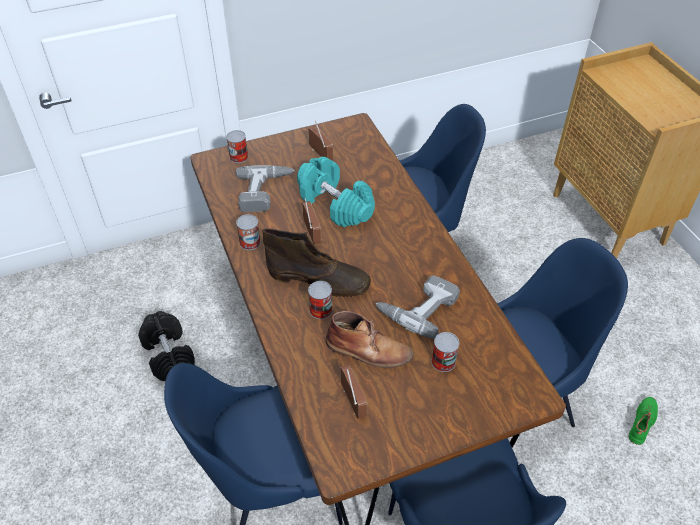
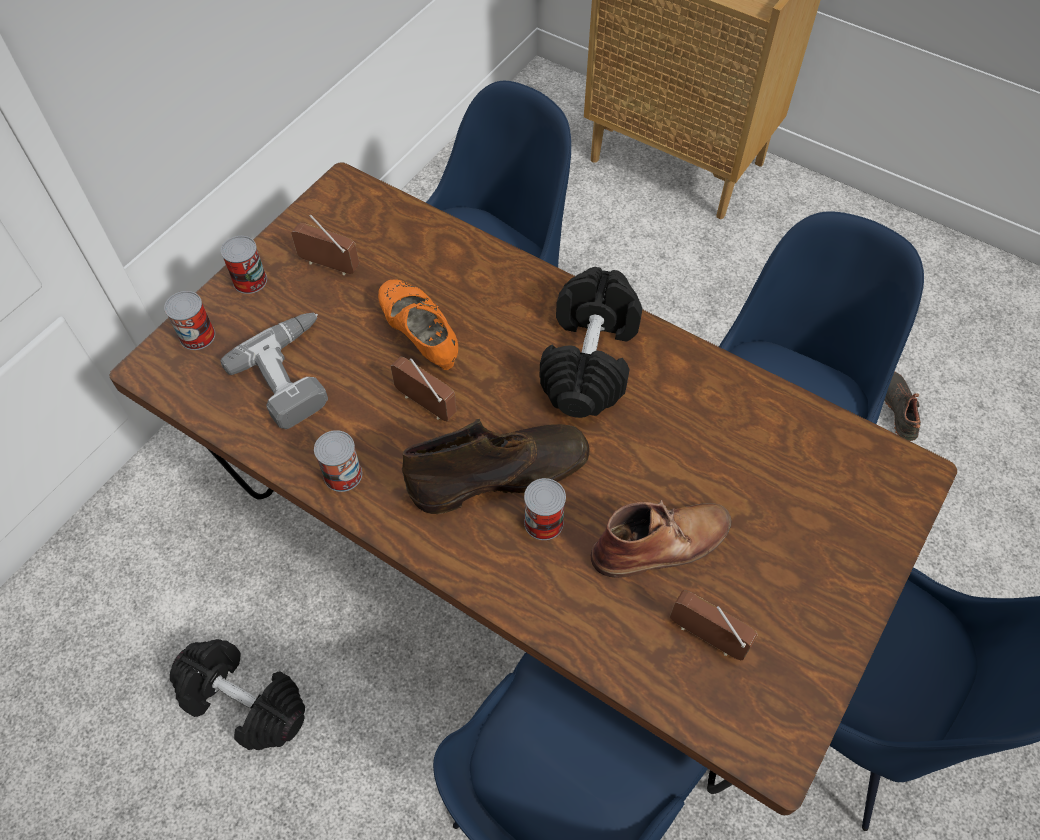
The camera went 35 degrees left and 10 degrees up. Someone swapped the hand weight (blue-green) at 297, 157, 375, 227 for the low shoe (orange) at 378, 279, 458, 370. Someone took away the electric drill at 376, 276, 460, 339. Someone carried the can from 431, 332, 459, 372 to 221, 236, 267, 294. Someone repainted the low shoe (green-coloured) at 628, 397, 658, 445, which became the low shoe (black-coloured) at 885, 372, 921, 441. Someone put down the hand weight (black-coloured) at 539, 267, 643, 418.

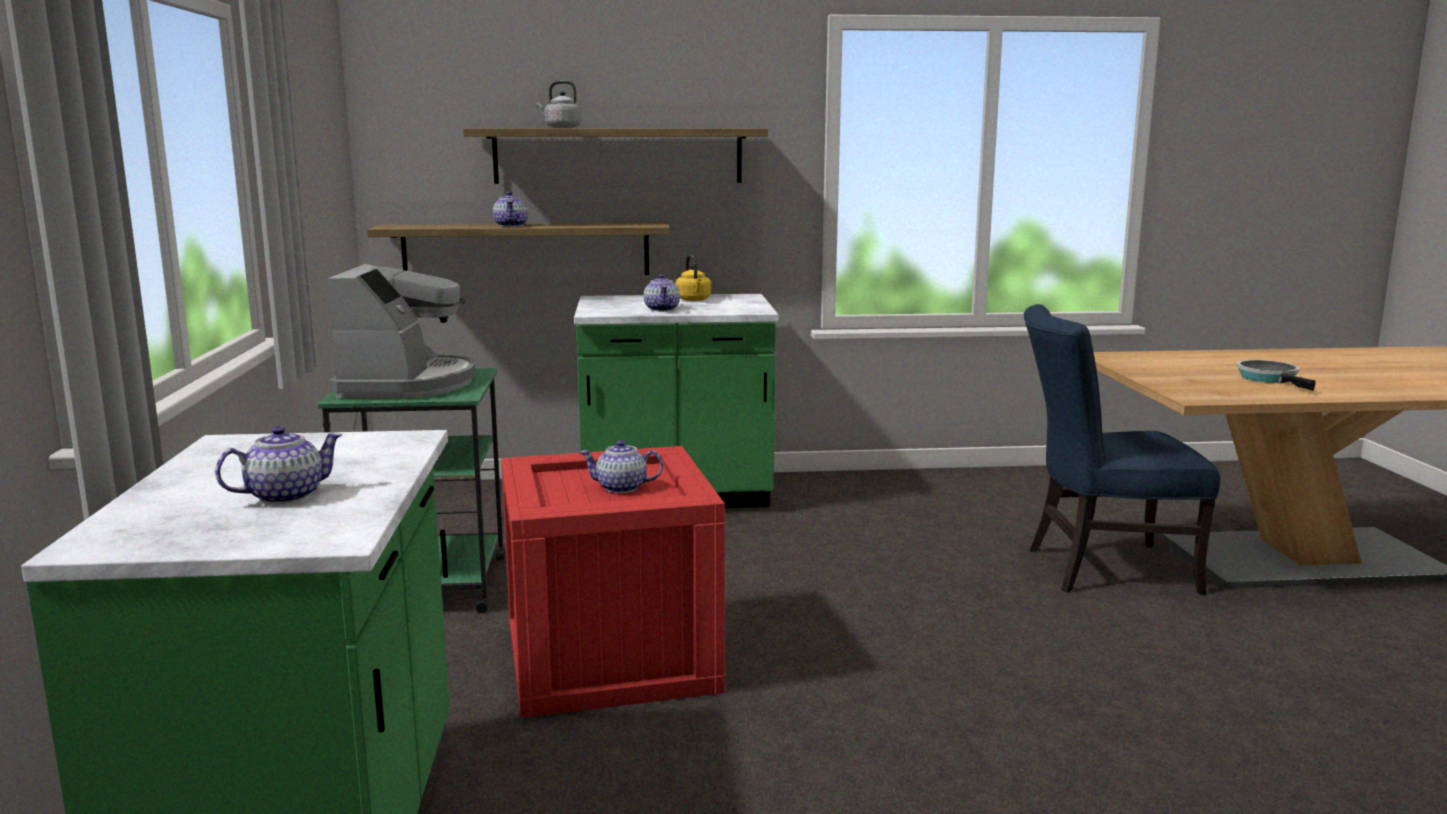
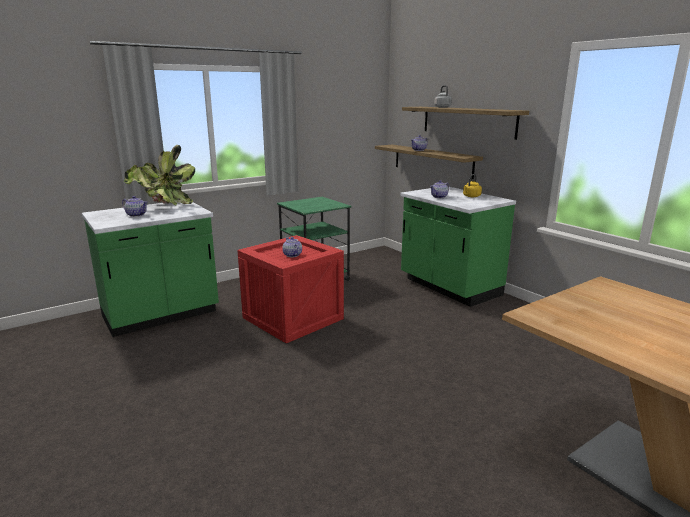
The camera went 60 degrees right and 5 degrees up. Someone took away the coffee machine at 327, 264, 476, 399. Someone took away the plain chair (blue) at 1024, 304, 1220, 595. Someone took away the frying pan at 1237, 360, 1316, 391. Someone put down the houseplant at 124, 145, 195, 206.

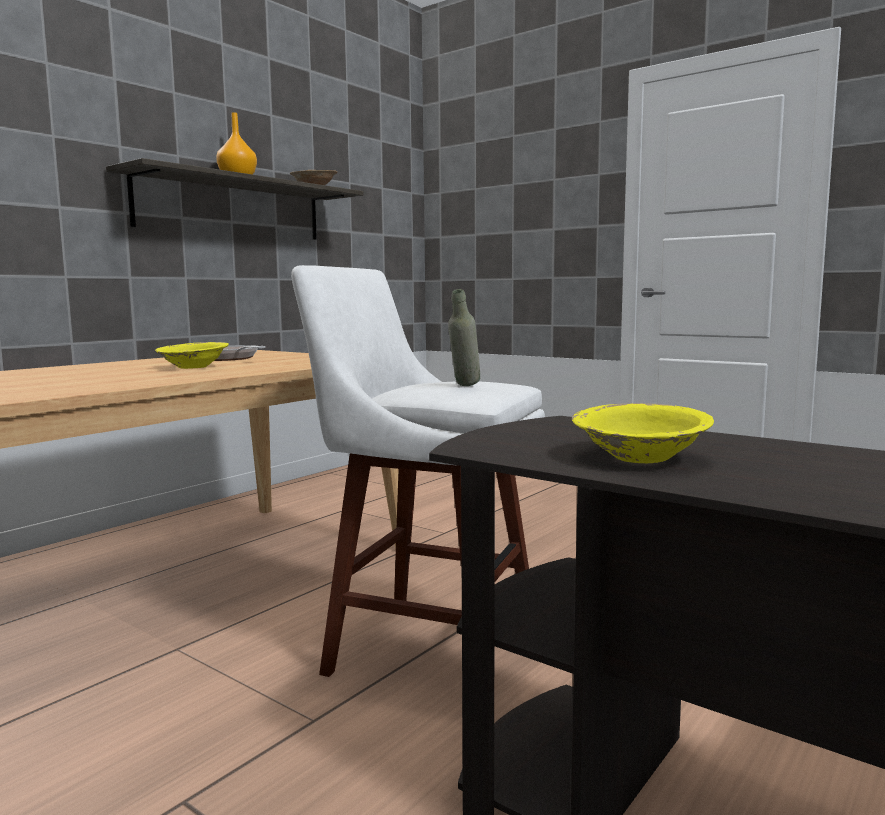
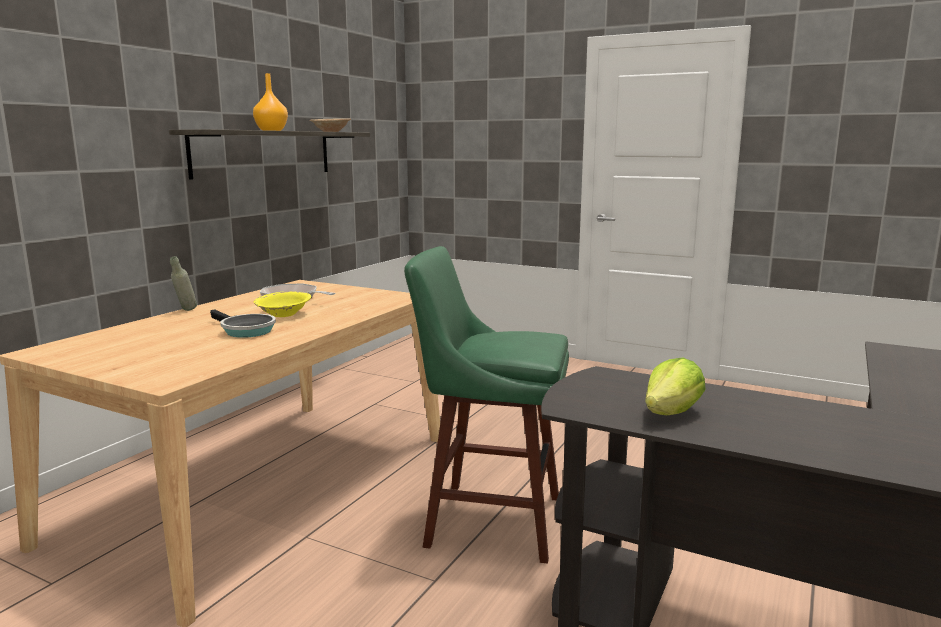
The camera went 10 degrees left and 5 degrees up. Someone repainted the sitting stool (white) at 291, 265, 545, 677, which became the sitting stool (green-coloured) at 404, 246, 569, 564. Someone carried the bottle (greyish) from 448, 289, 480, 386 to 170, 256, 197, 311. Someone swapped the deep dish (yellowish) at 572, 403, 714, 463 for the lettuce at 646, 358, 706, 415. Someone put down the frying pan at 210, 309, 276, 338.

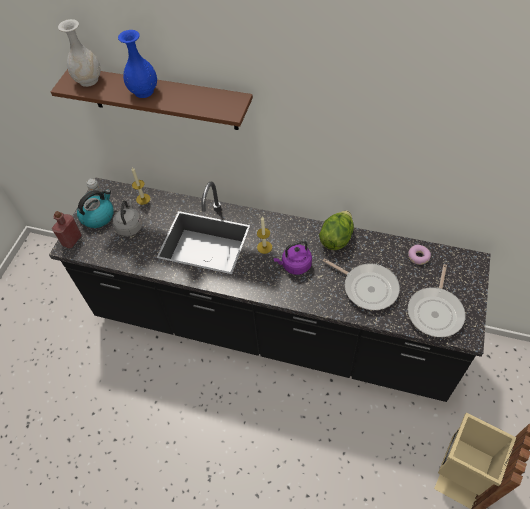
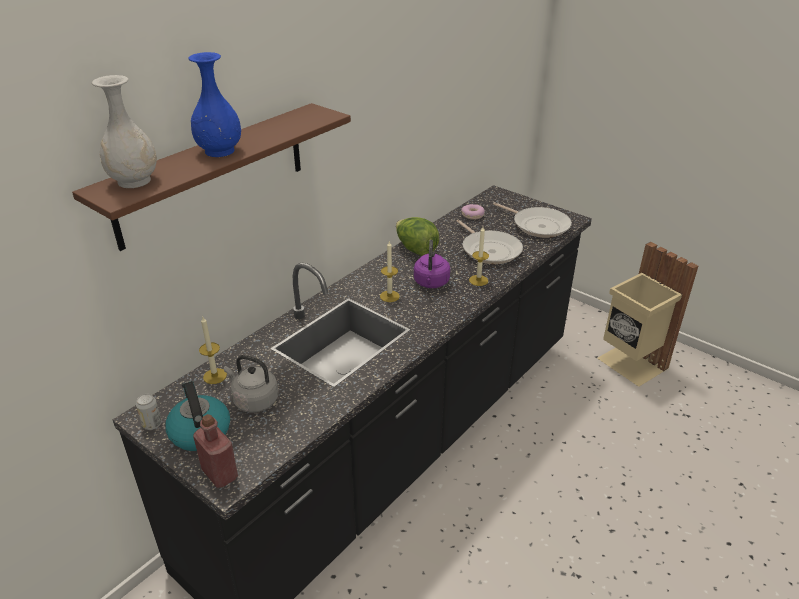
The camera went 70 degrees left and 20 degrees down. Someone rotated the frying pan at 323, 259, 400, 310 by 90 degrees clockwise. Someone put down the candle at 469, 227, 489, 286.

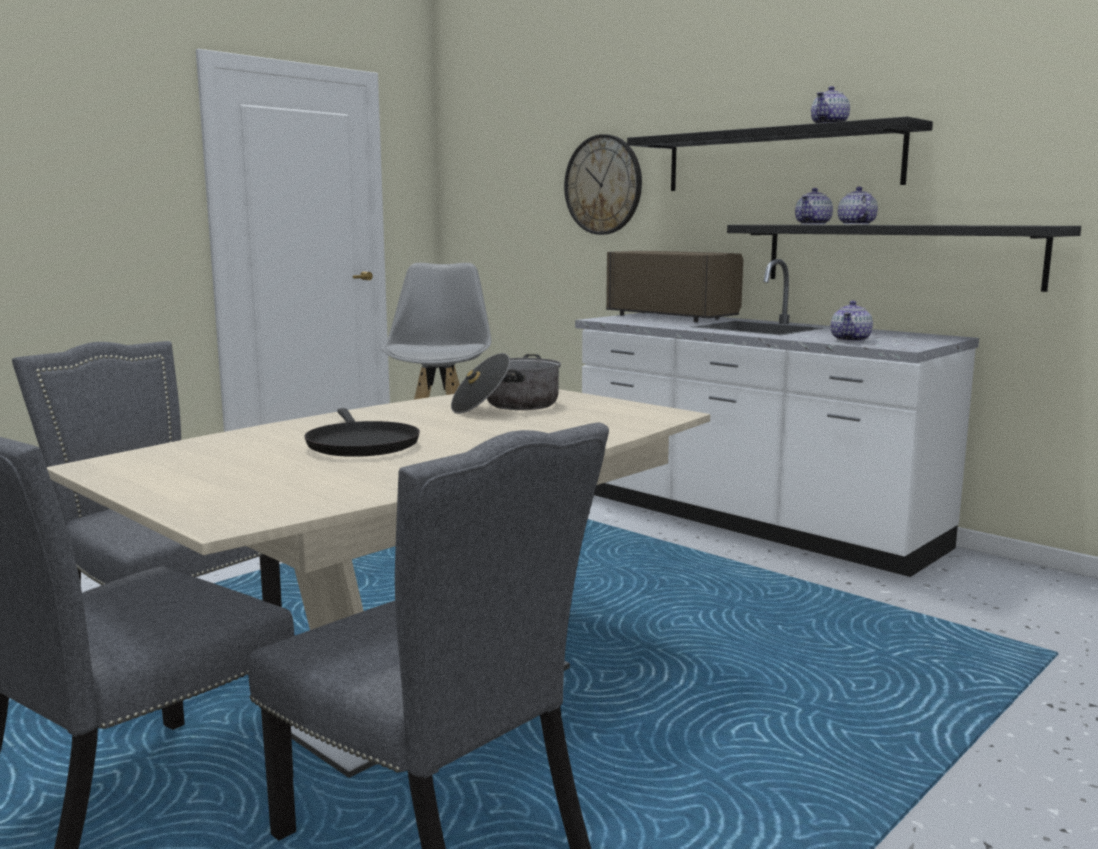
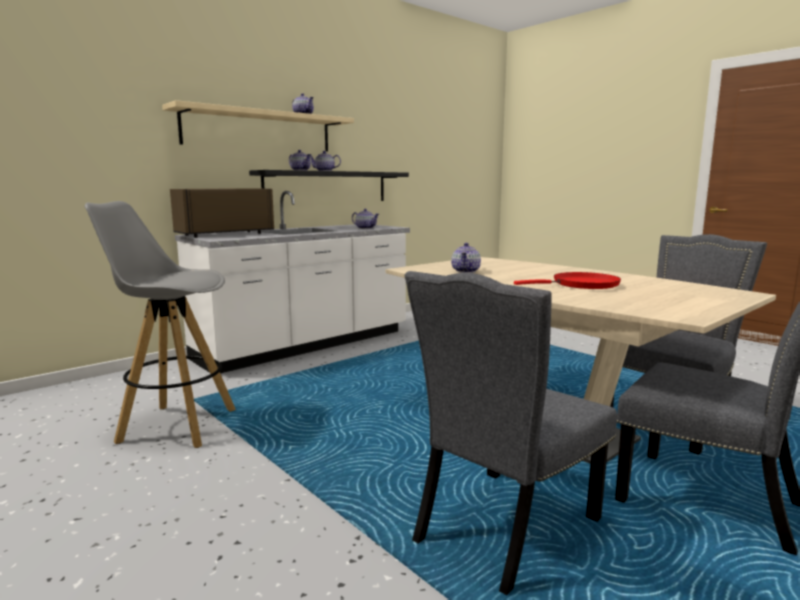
The camera went 85 degrees left and 0 degrees up. Someone repainted the frying pan (black-coloured) at 304, 408, 420, 457, which became the frying pan (red-coloured) at 514, 272, 621, 289. Someone swapped the saucepot at 451, 353, 561, 414 for the tea pot at 451, 243, 481, 273. Someone took away the hanging clock at 564, 134, 642, 235. Someone repainted the wall shelf (black-coloured) at 627, 117, 933, 191, which became the wall shelf (sand-coloured) at 162, 100, 354, 151.

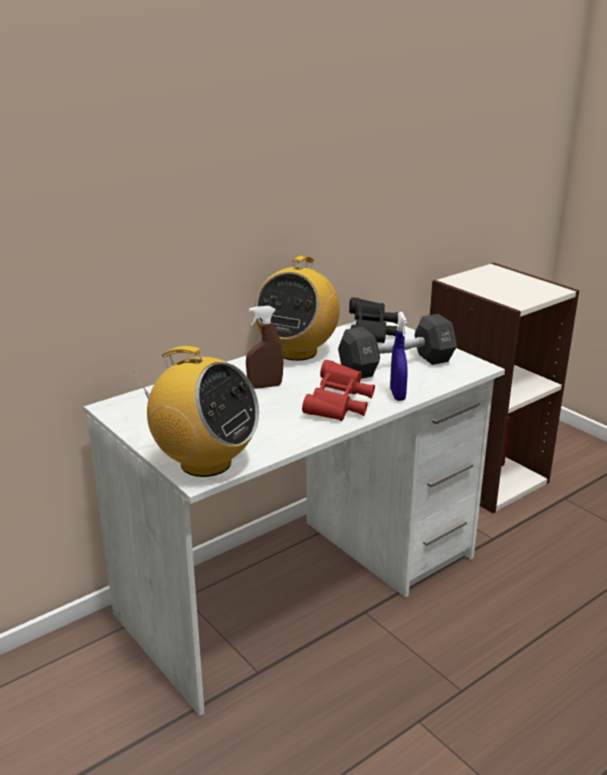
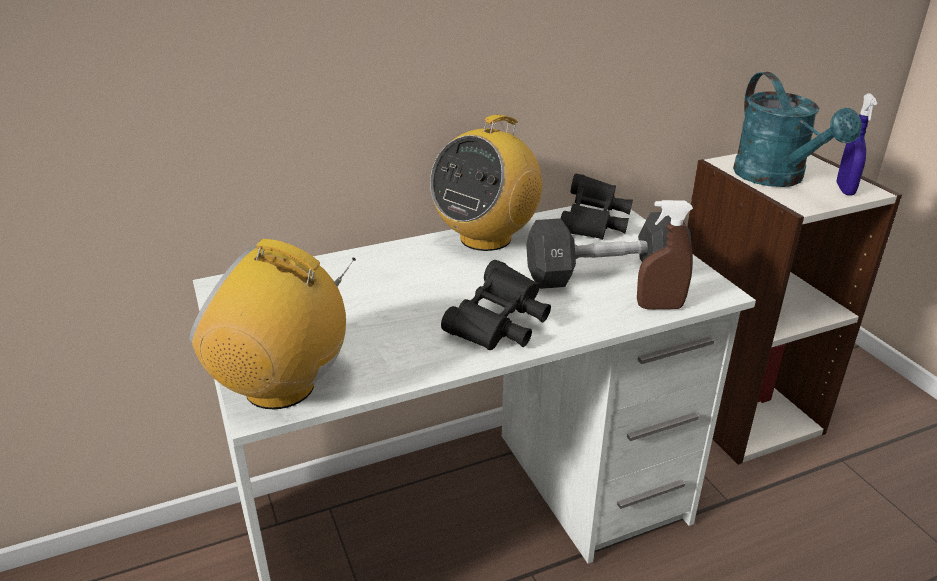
The camera went 15 degrees right and 5 degrees up. Someone rotated the radio receiver at 134, 346, 259, 477 by 150 degrees clockwise. Someone carried the spray bottle (brownish) from 246, 306, 284, 388 to 637, 200, 693, 309. Someone repainted the binoculars (red-coloured) at 302, 360, 375, 421, which became the binoculars (black-coloured) at 441, 260, 551, 350. Someone carried the spray bottle (blue) from 390, 312, 408, 401 to 836, 93, 877, 195. Someone put down the sprinkling can (blue-green) at 733, 72, 862, 187.

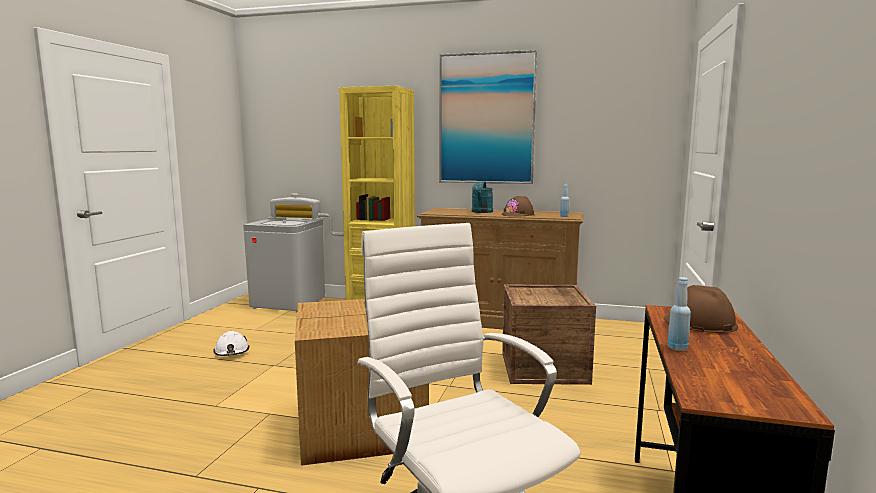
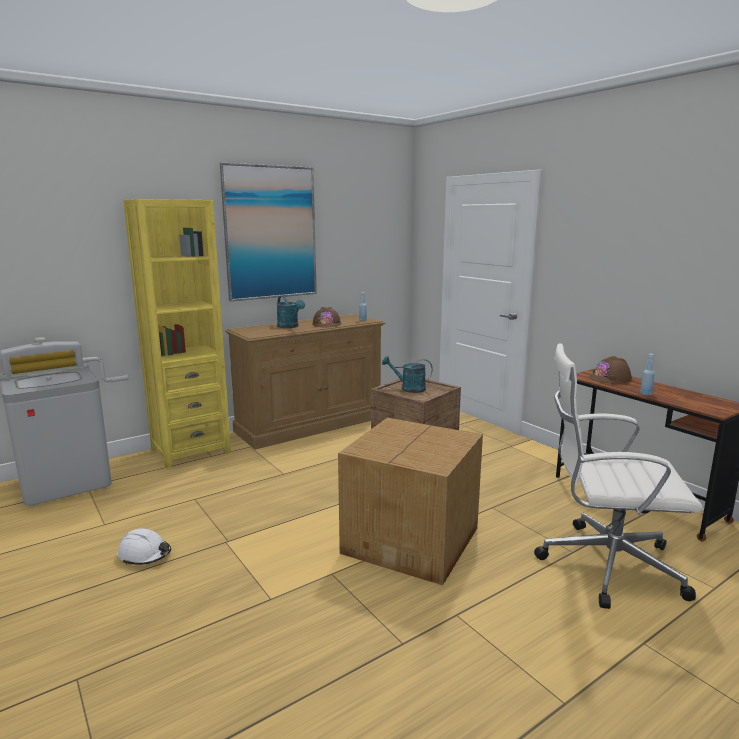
The camera went 50 degrees left and 5 degrees up. Someone put down the sprinkling can (blue-green) at 382, 356, 433, 393.

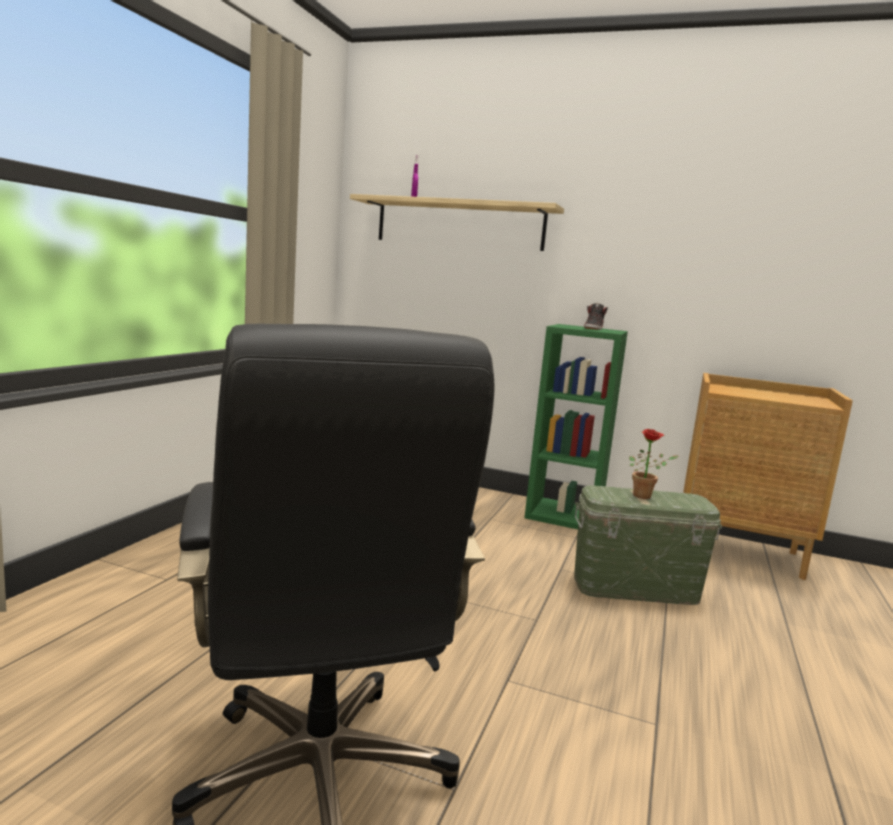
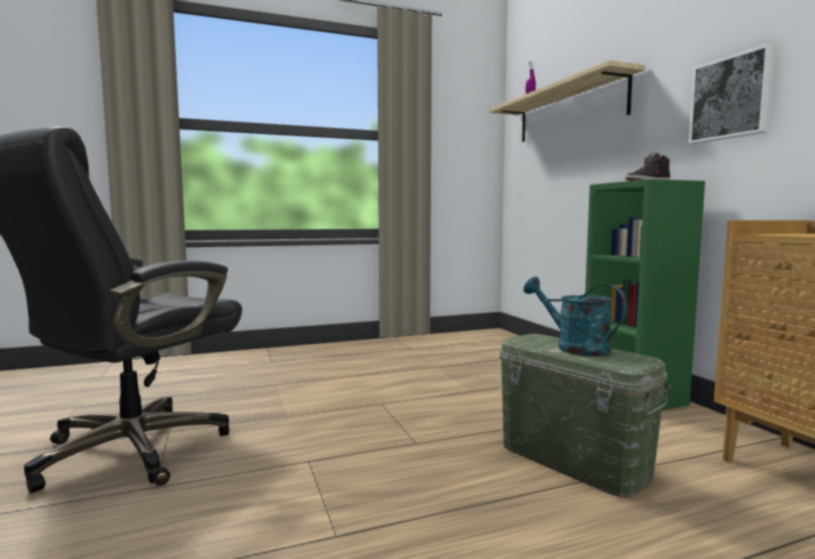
The camera went 50 degrees right and 5 degrees down. Someone swapped the houseplant at 629, 429, 679, 499 for the sprinkling can (blue-green) at 523, 277, 627, 357. Someone put up the wall art at 688, 43, 776, 144.

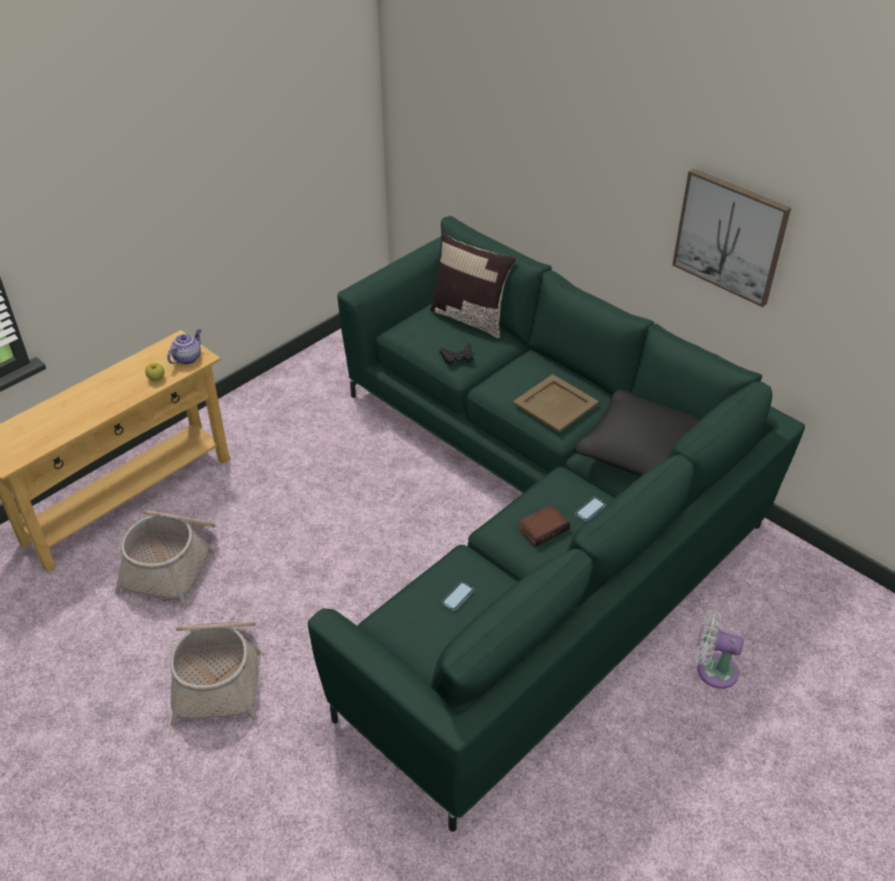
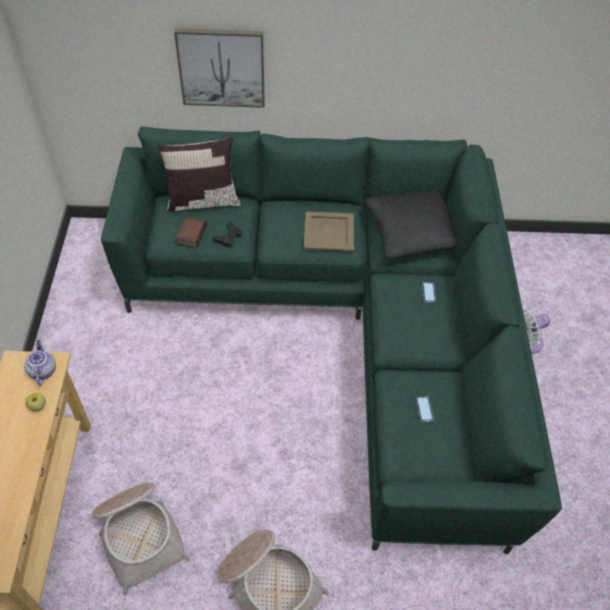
The camera went 45 degrees left and 10 degrees up. Someone carried the volume from 518, 505, 570, 547 to 176, 217, 207, 247. Someone carried the wall art from 672, 168, 791, 307 to 174, 28, 265, 108.

